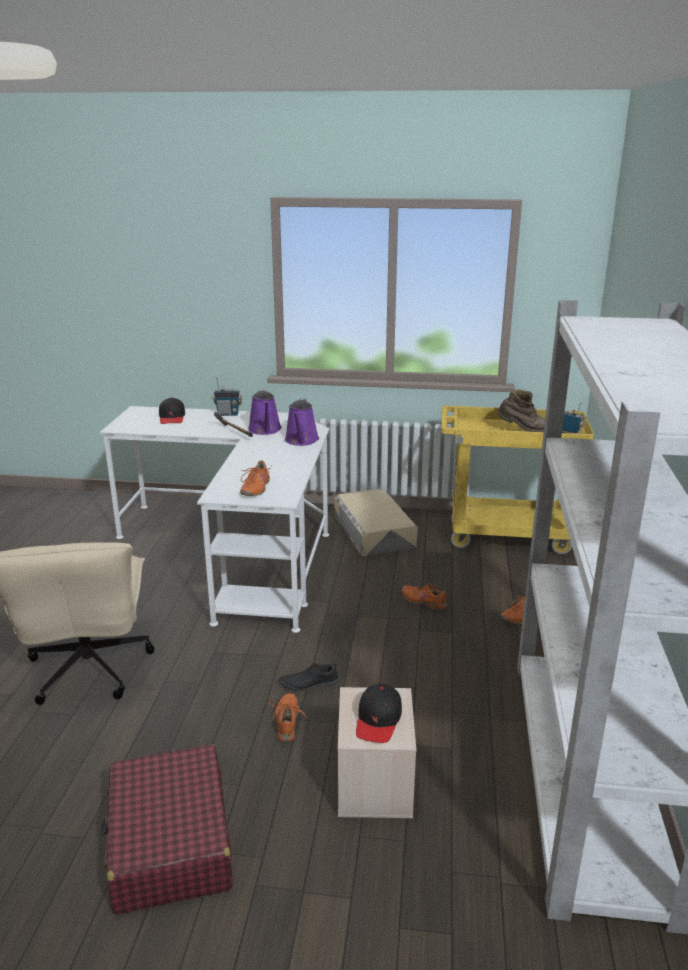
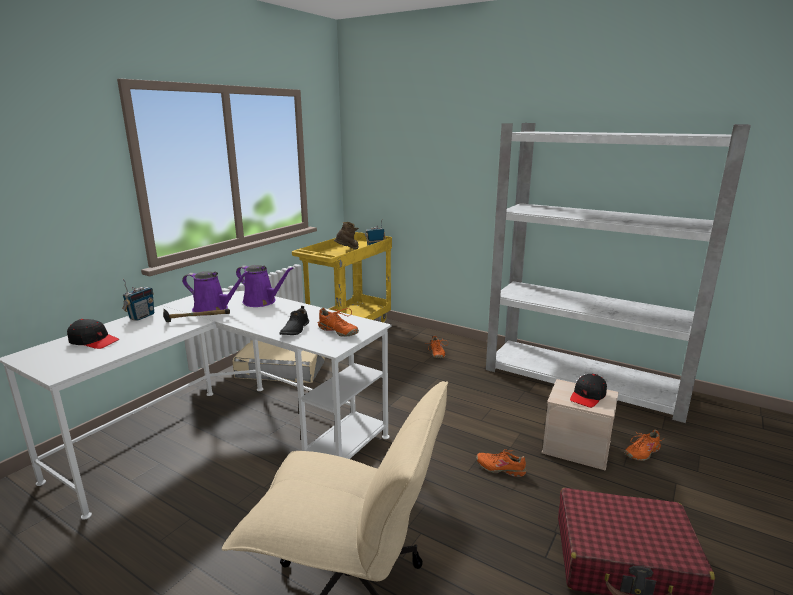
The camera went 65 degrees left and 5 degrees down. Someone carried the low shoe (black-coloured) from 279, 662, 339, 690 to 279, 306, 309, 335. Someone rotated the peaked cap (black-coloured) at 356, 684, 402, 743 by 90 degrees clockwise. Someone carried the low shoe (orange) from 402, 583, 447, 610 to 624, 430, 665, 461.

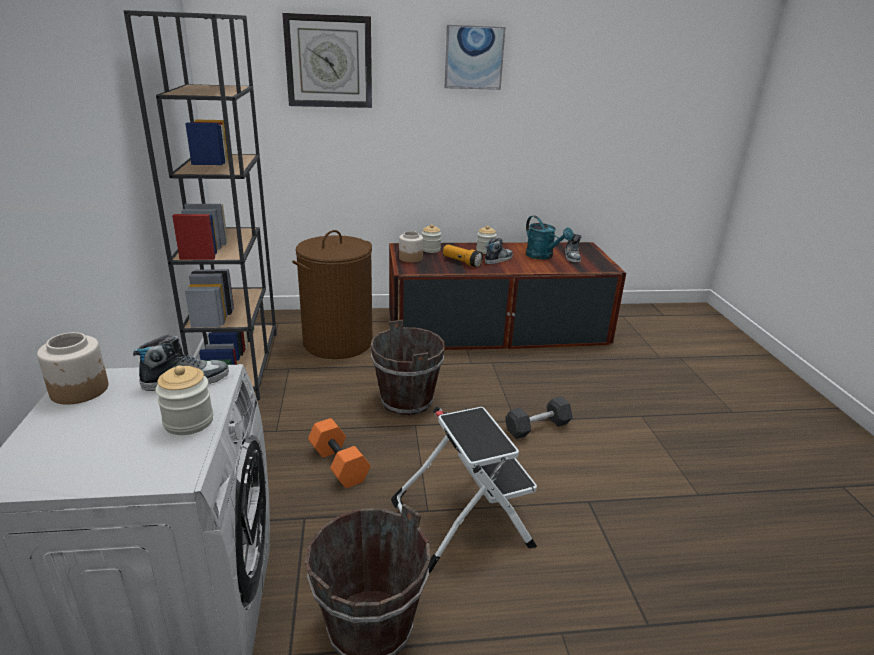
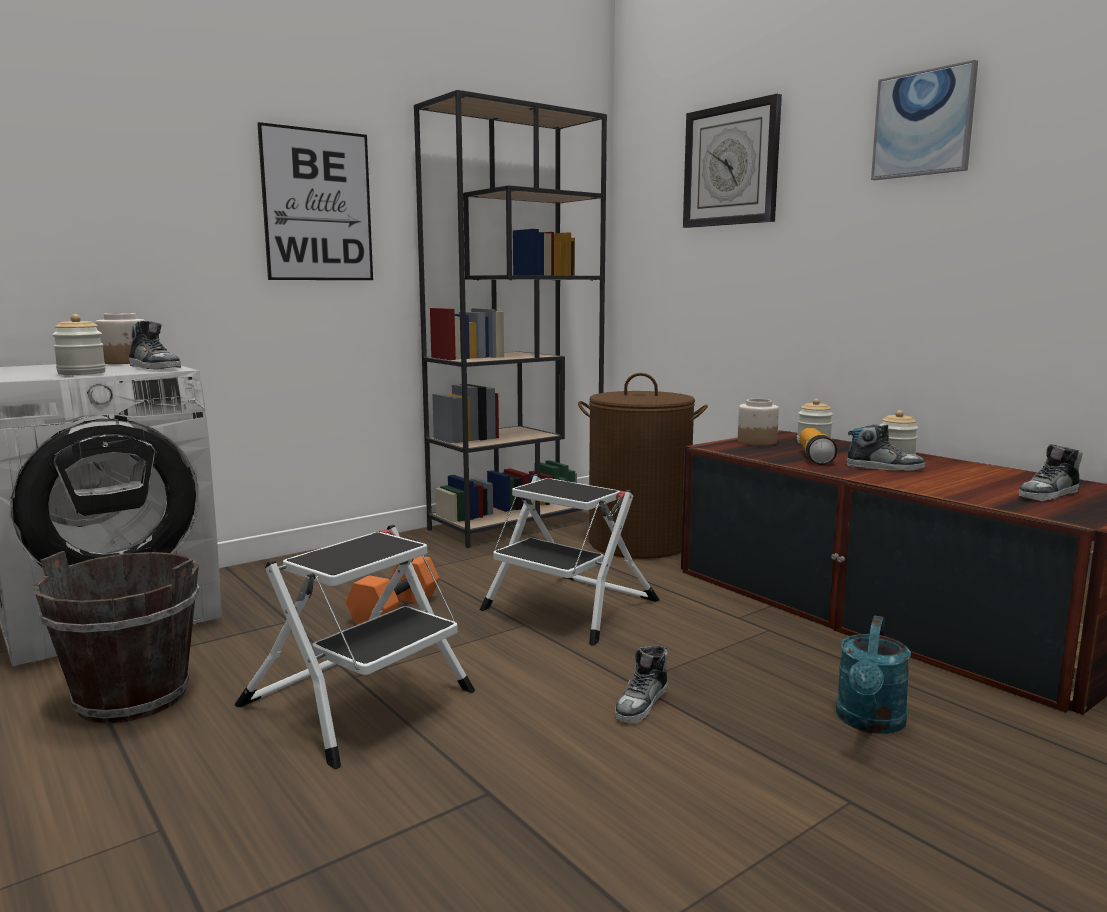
The camera went 60 degrees right and 15 degrees down. Someone swapped the water bucket (brownish) at 371, 320, 445, 416 for the step ladder at 480, 474, 660, 646. Someone swapped the hand weight (greyish) at 505, 396, 573, 439 for the low shoe at 615, 645, 668, 723. Someone carried the sprinkling can (blue-green) from 526, 216, 573, 260 to 836, 615, 911, 734. Someone put up the wall art at 257, 122, 373, 280.

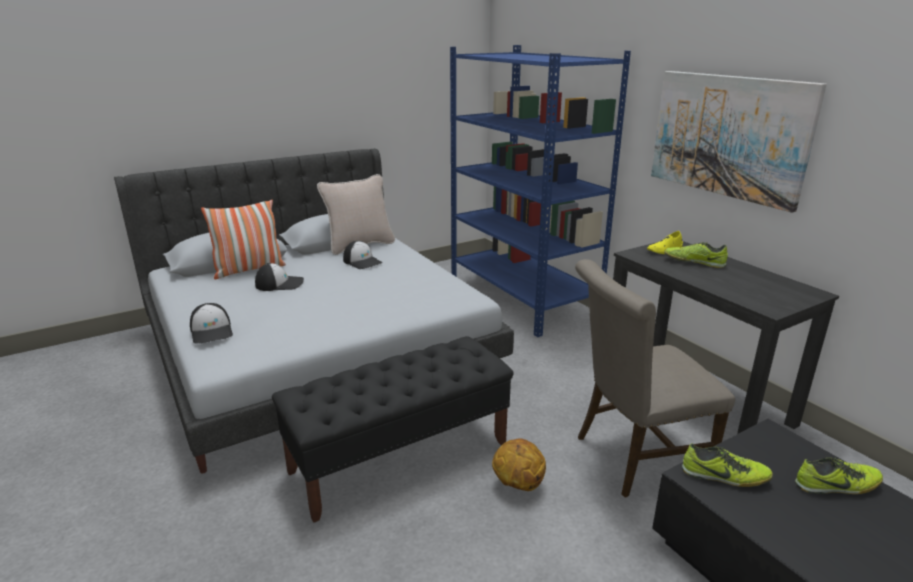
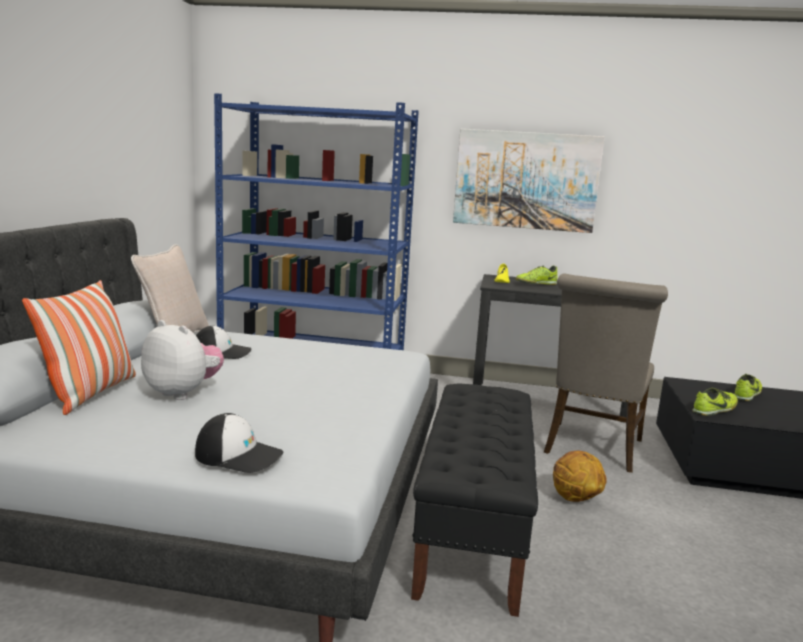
The camera went 50 degrees left and 10 degrees down. Someone swapped the peaked cap at 255, 263, 304, 291 for the plush toy at 141, 320, 224, 400.

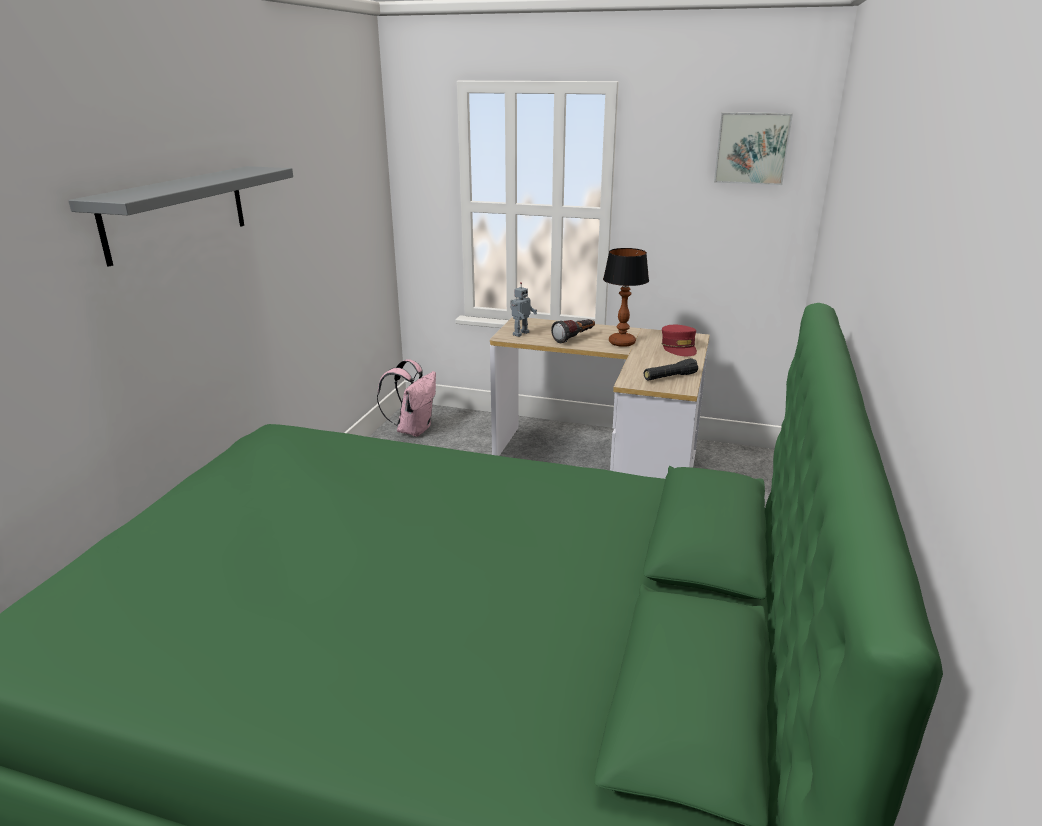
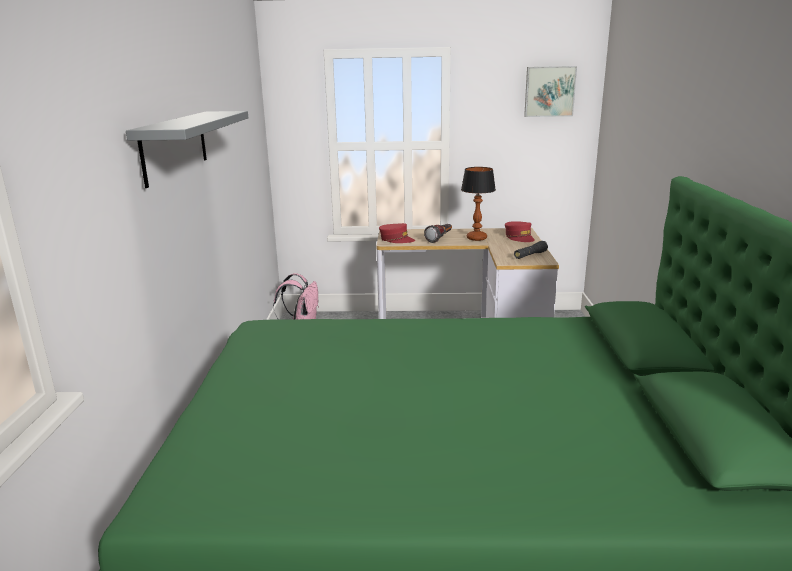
The camera went 15 degrees left and 5 degrees down. Someone swapped the robot figure at 510, 282, 537, 337 for the peaked cap (red-coloured) at 379, 223, 415, 243.

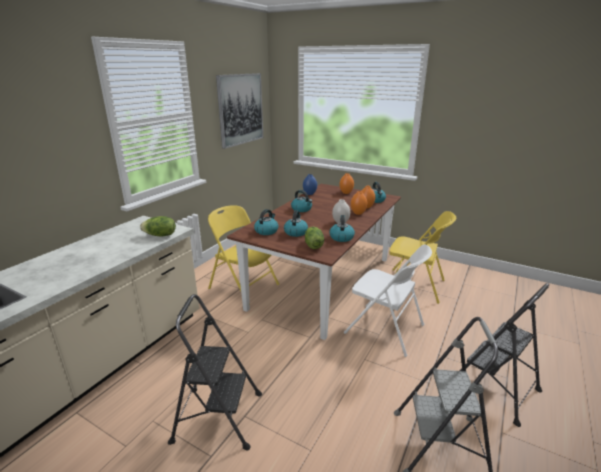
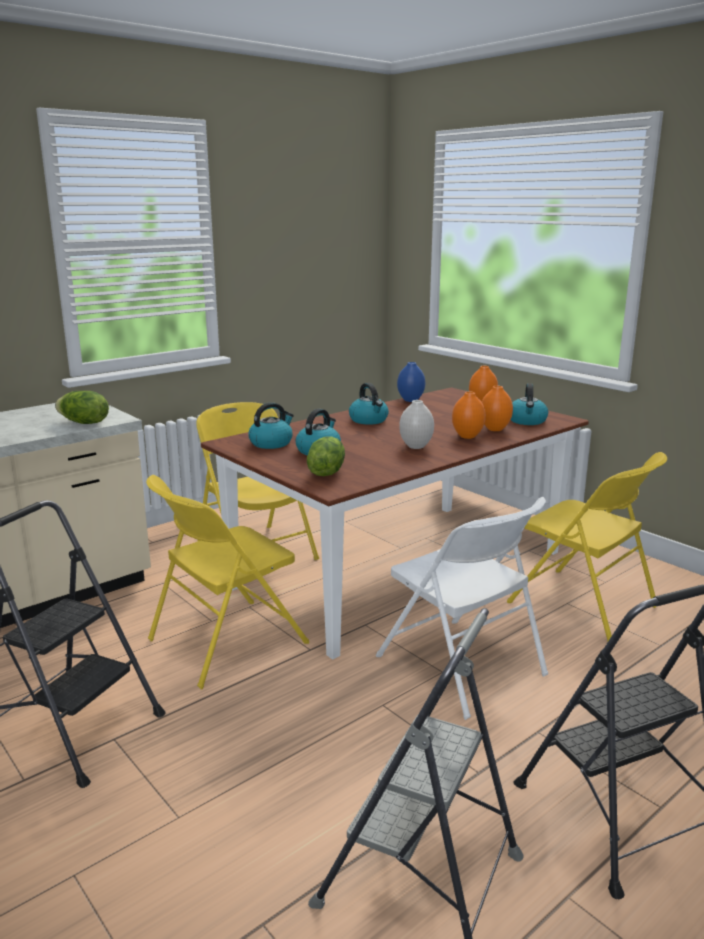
The camera went 20 degrees right and 5 degrees down. Someone took away the wall art at 216, 73, 263, 149. Someone took away the water kettle at 329, 215, 355, 242. Someone put down the plain chair (yellowish) at 146, 475, 309, 690.

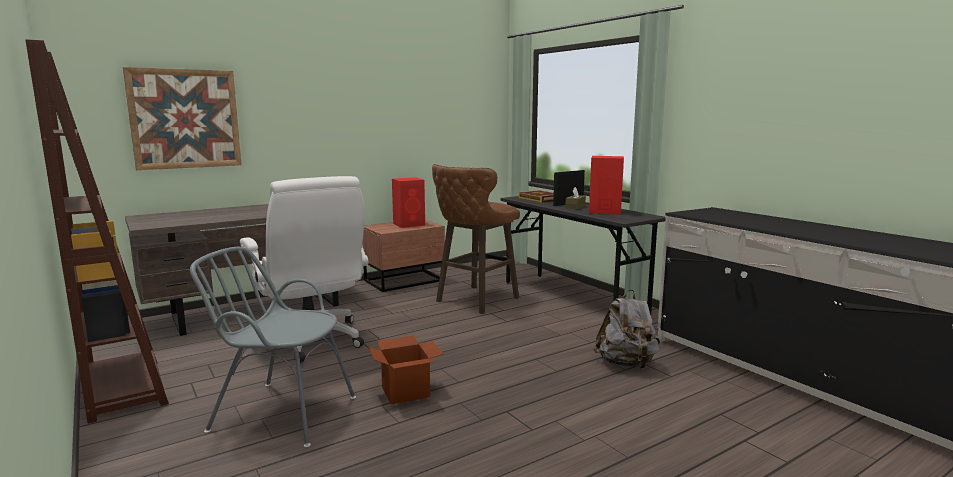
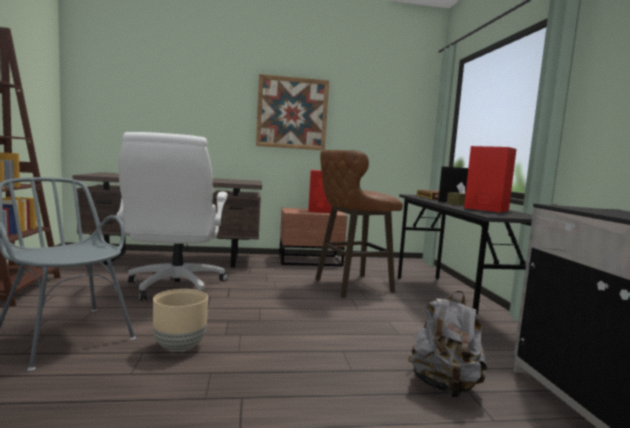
The camera went 25 degrees right and 5 degrees down. Someone carried the wall art from 123, 67, 241, 170 to 256, 74, 329, 150. Someone swapped the cardboard box at 368, 335, 443, 404 for the plant pot (sand-coloured) at 153, 289, 208, 351.

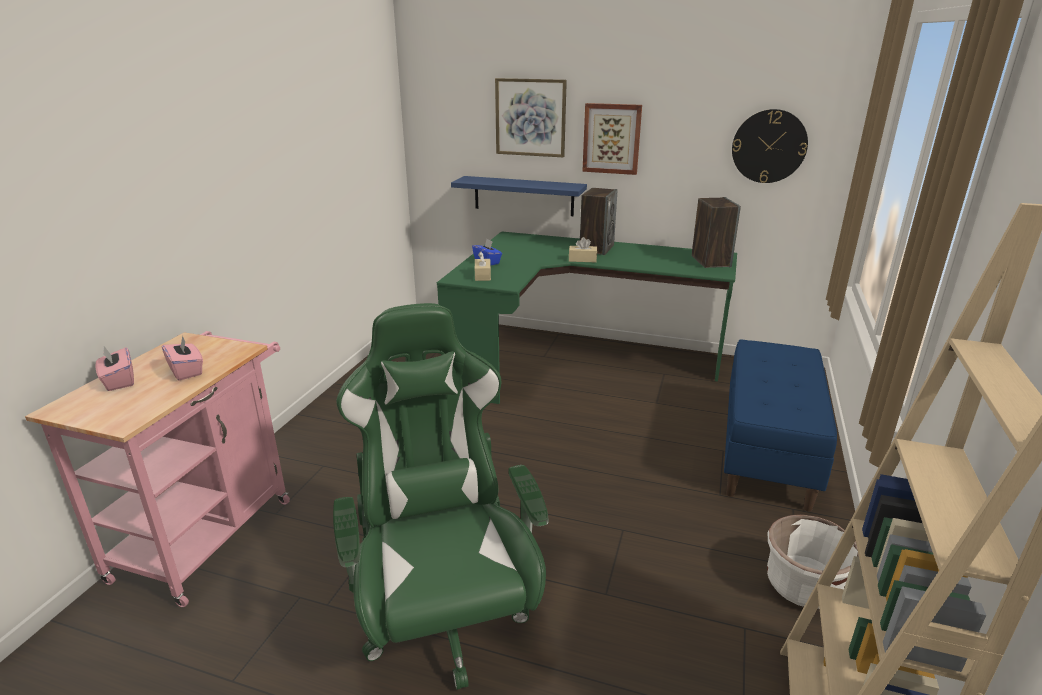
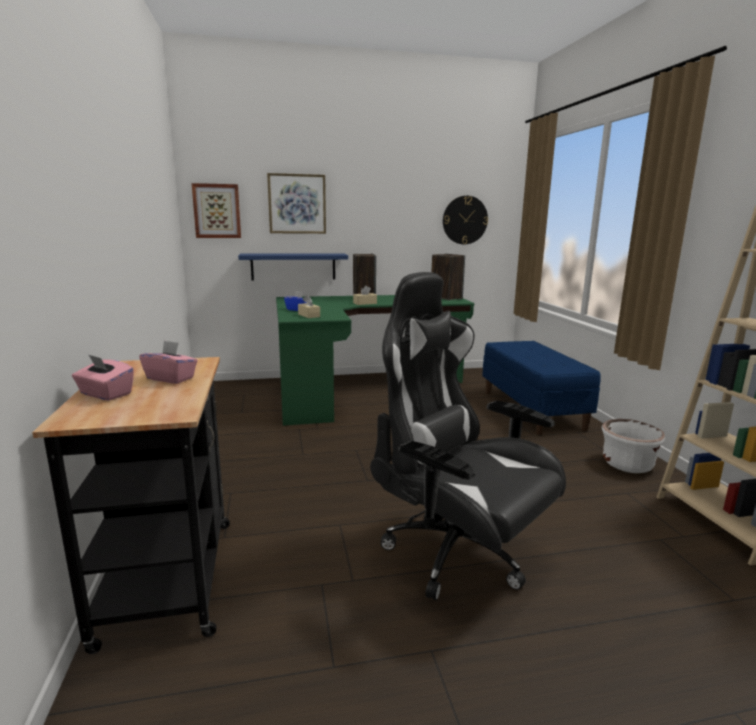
The camera went 30 degrees left and 10 degrees down. Someone repainted the cart (pink) at 25, 331, 290, 607, which became the cart (black-coloured) at 32, 357, 230, 654. Someone repainted the office chair (green-coloured) at 333, 303, 549, 690, which became the office chair (black-coloured) at 370, 272, 566, 600. Someone carried the wall art from 582, 103, 642, 175 to 192, 183, 241, 238.

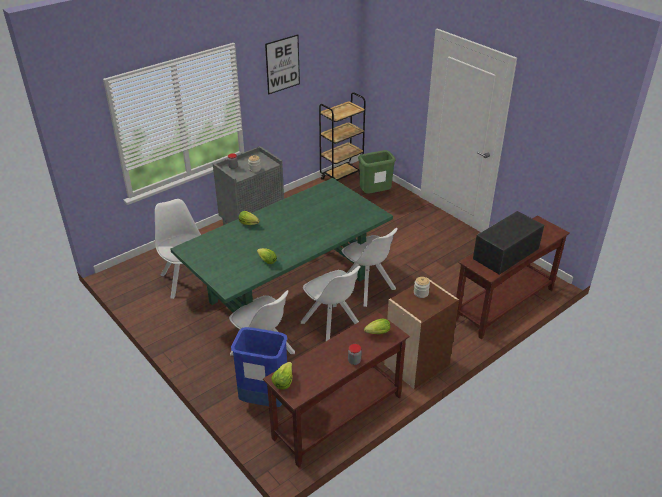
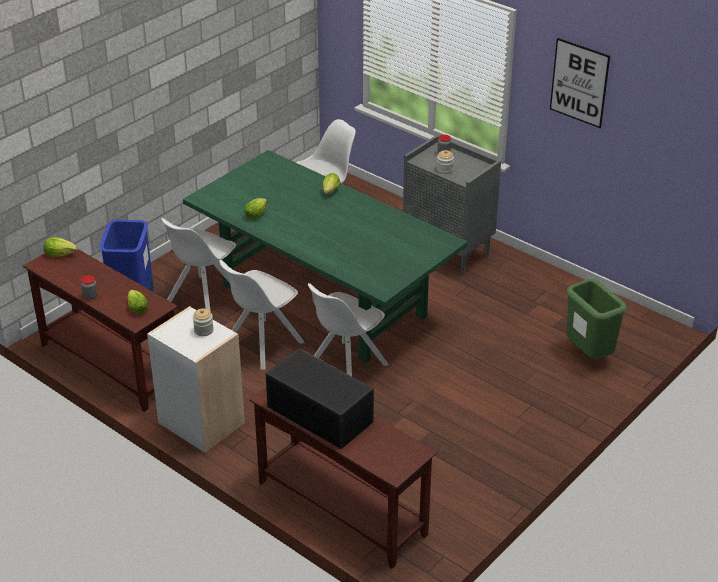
The camera went 80 degrees right and 0 degrees up. Someone took away the cart (brownish) at 319, 92, 366, 181. Someone repainted the bookcase (brownish) at 384, 277, 459, 389, which became the bookcase (white) at 147, 306, 245, 453.

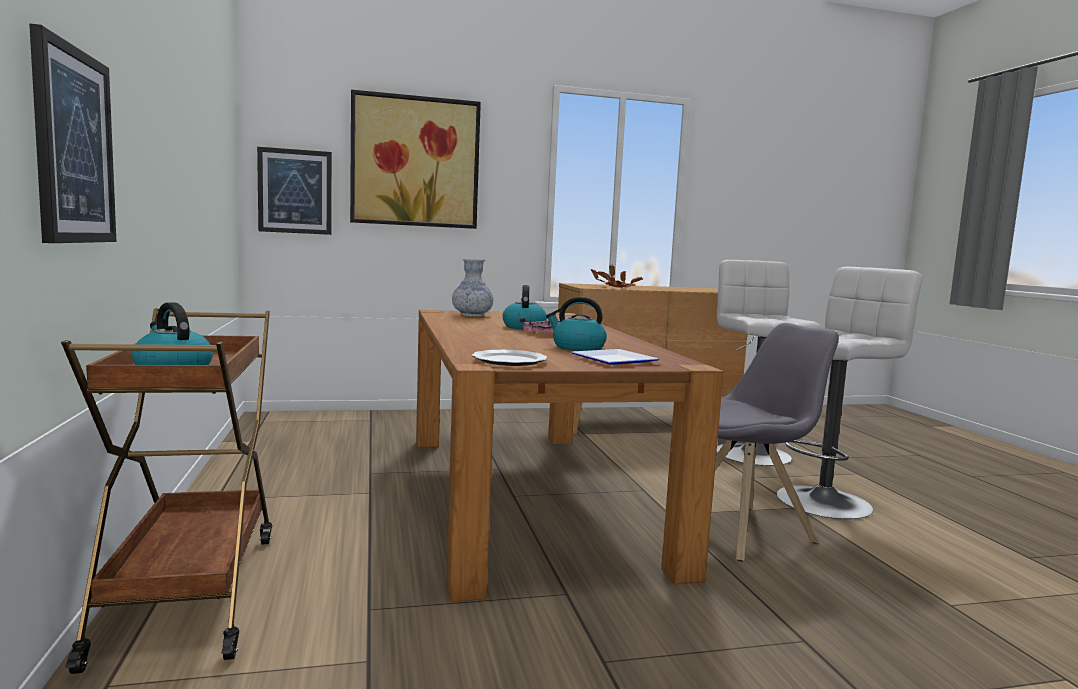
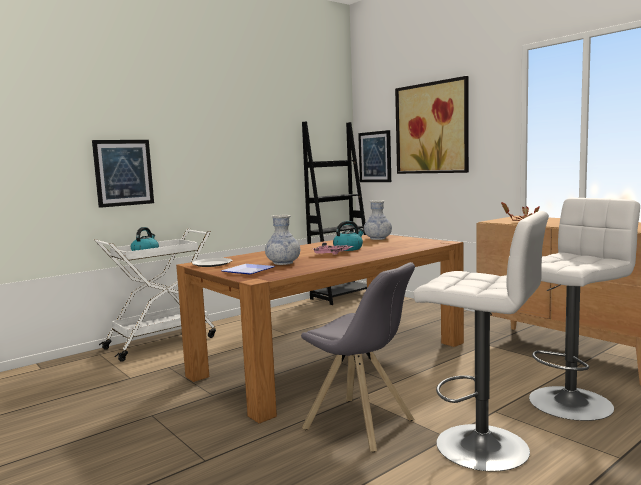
The camera went 65 degrees right and 0 degrees up. Someone repainted the cart (brownish) at 61, 308, 272, 674, which became the cart (white) at 93, 228, 216, 362. Someone swapped the water kettle at 546, 297, 607, 351 for the flower vase at 265, 215, 300, 265. Someone put down the bookcase (black-coloured) at 302, 121, 367, 305.

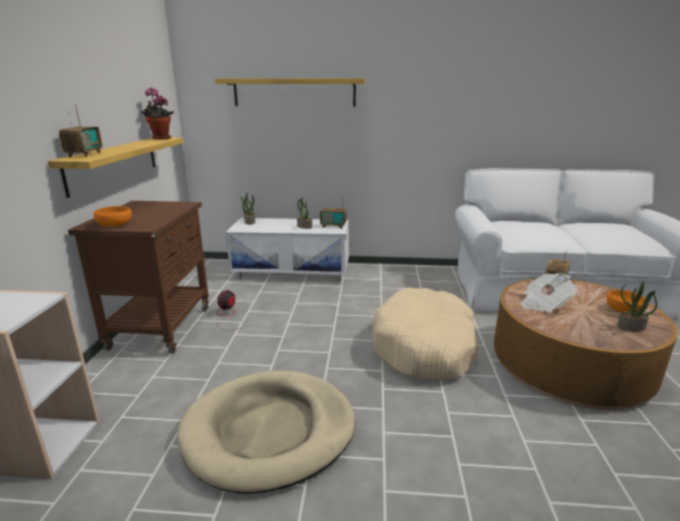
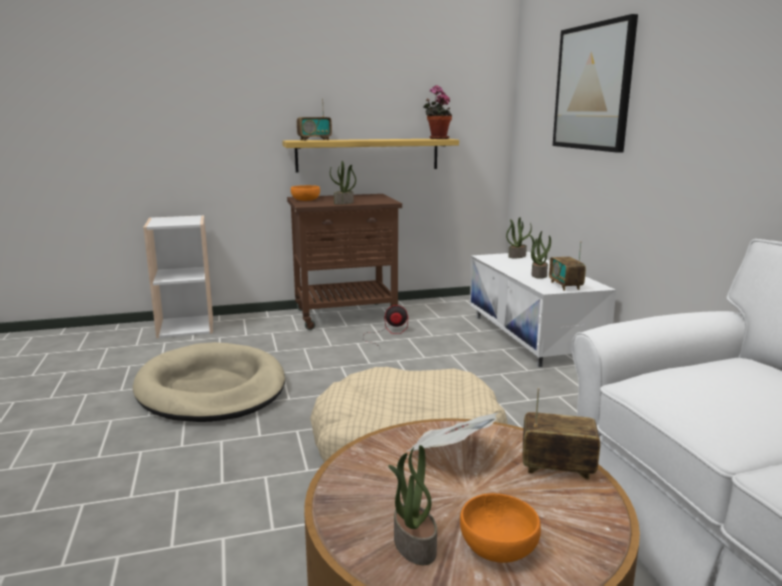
The camera went 70 degrees right and 5 degrees down. Someone swapped the wall shelf at 215, 78, 366, 107 for the wall art at 553, 14, 638, 153. Someone put down the houseplant at 330, 161, 356, 205.

